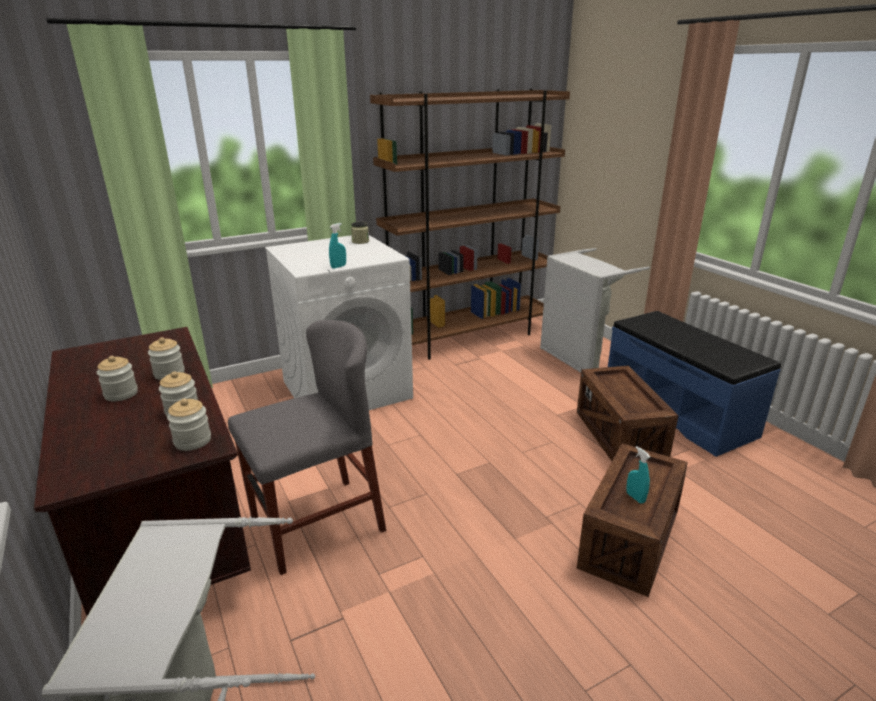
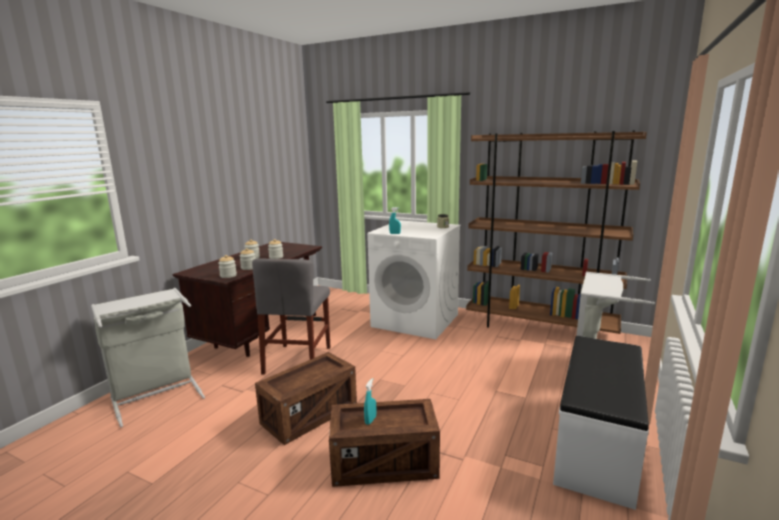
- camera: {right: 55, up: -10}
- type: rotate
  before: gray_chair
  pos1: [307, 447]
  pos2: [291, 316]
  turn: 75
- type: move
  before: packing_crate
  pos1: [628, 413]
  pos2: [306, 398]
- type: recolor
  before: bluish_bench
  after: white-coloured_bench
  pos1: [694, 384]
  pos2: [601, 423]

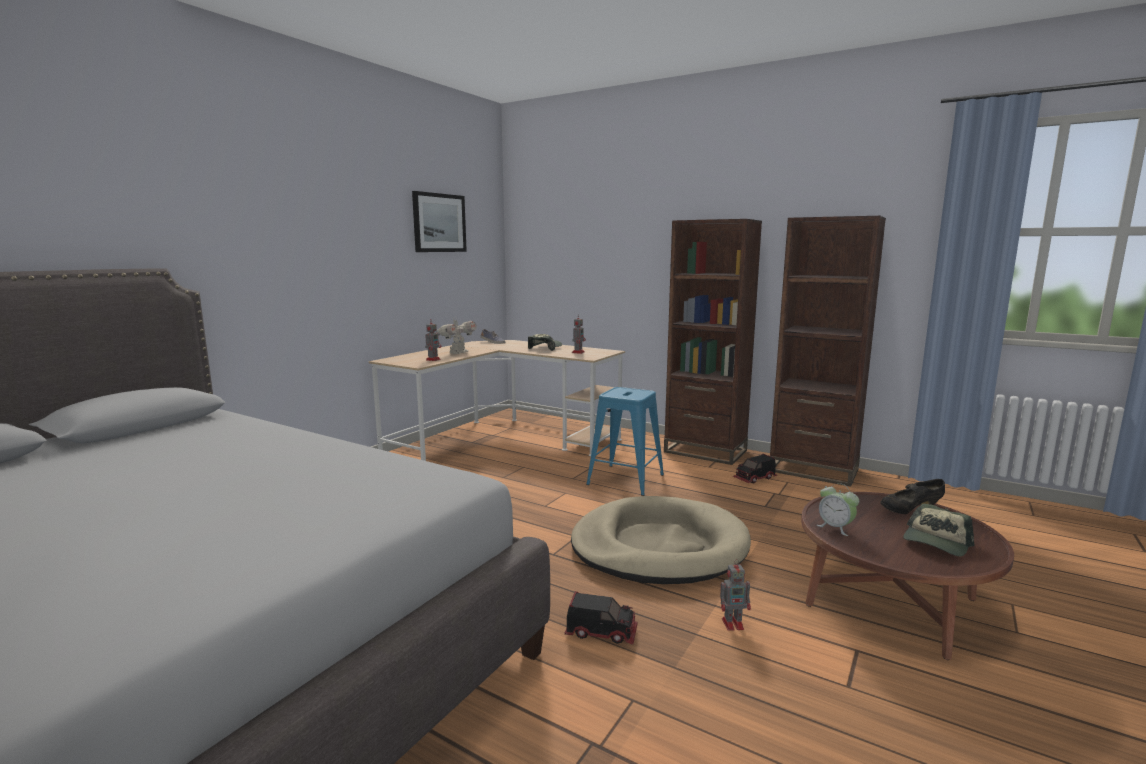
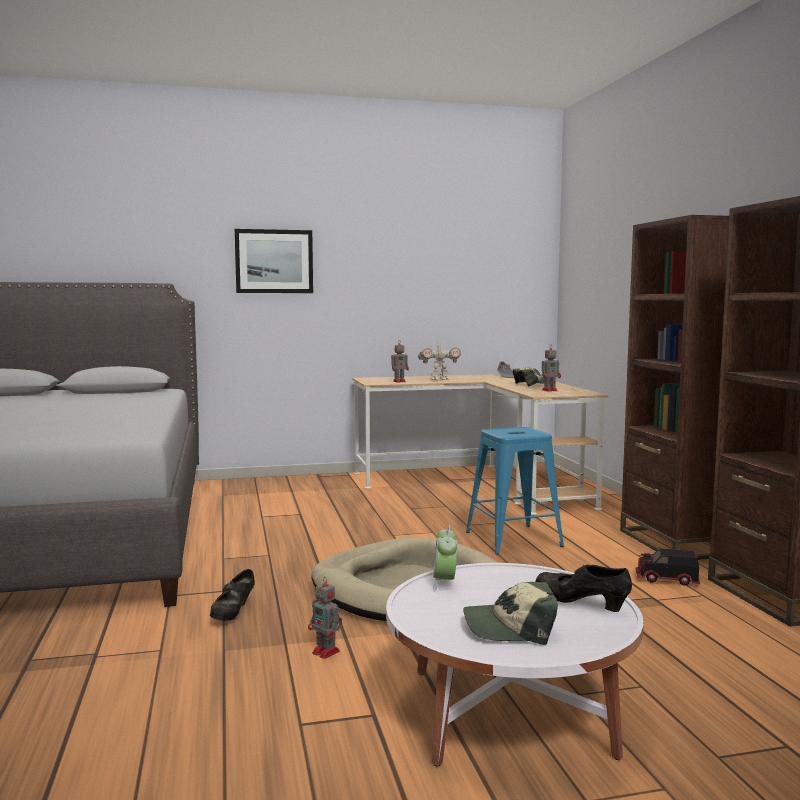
- camera: {right: 45, up: -5}
- type: replace
  before: toy_lorry
  after: black_item_of_footwear
  pos1: [601, 617]
  pos2: [232, 595]
- type: move
  before: picture
  pos1: [439, 221]
  pos2: [274, 261]
- type: recolor
  before: brown-coloured_lounge_table
  after: white-coloured_lounge_table
  pos1: [907, 576]
  pos2: [515, 665]

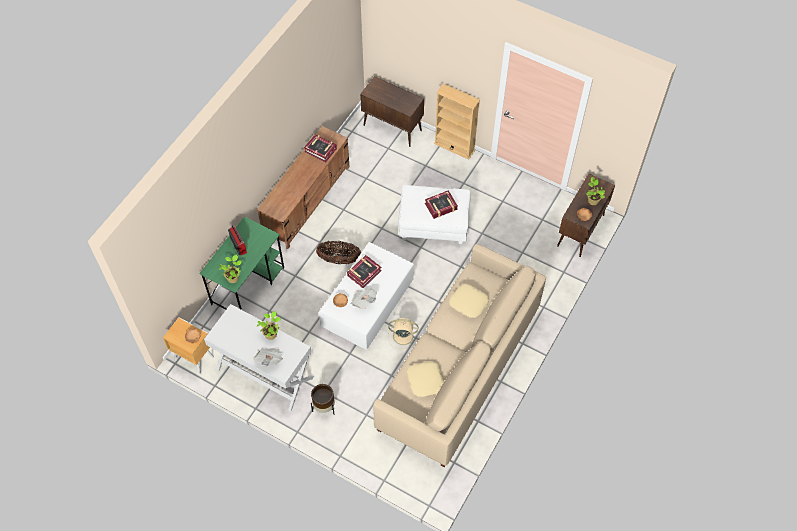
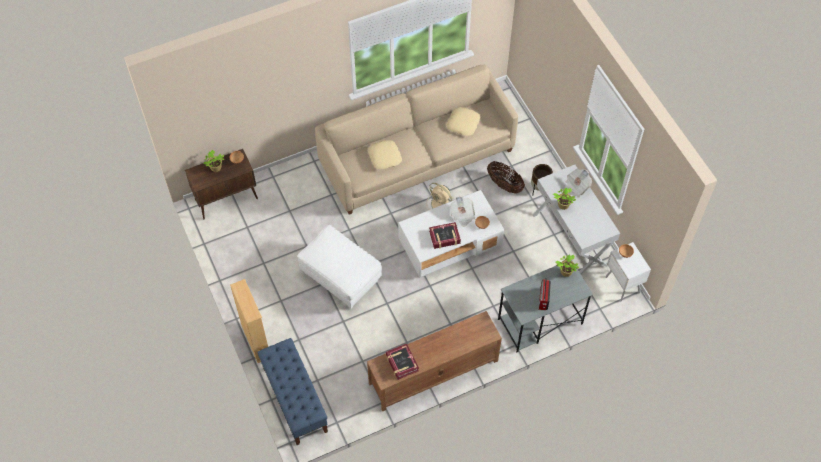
- camera: {right: -145, up: 0}
- type: replace
  before: brown-coloured_cabinet
  after: bluish_bench
  pos1: [392, 111]
  pos2: [292, 391]
- type: move
  before: household_basket
  pos1: [338, 252]
  pos2: [506, 177]
- type: recolor
  before: green-coloured_desk_table
  after: gray_desk_table
  pos1: [241, 263]
  pos2: [545, 306]
- type: recolor
  before: brown-coloured_nightstand
  after: white-coloured_nightstand
  pos1: [188, 346]
  pos2: [628, 272]
- type: delete
  before: bound_book
  pos1: [441, 204]

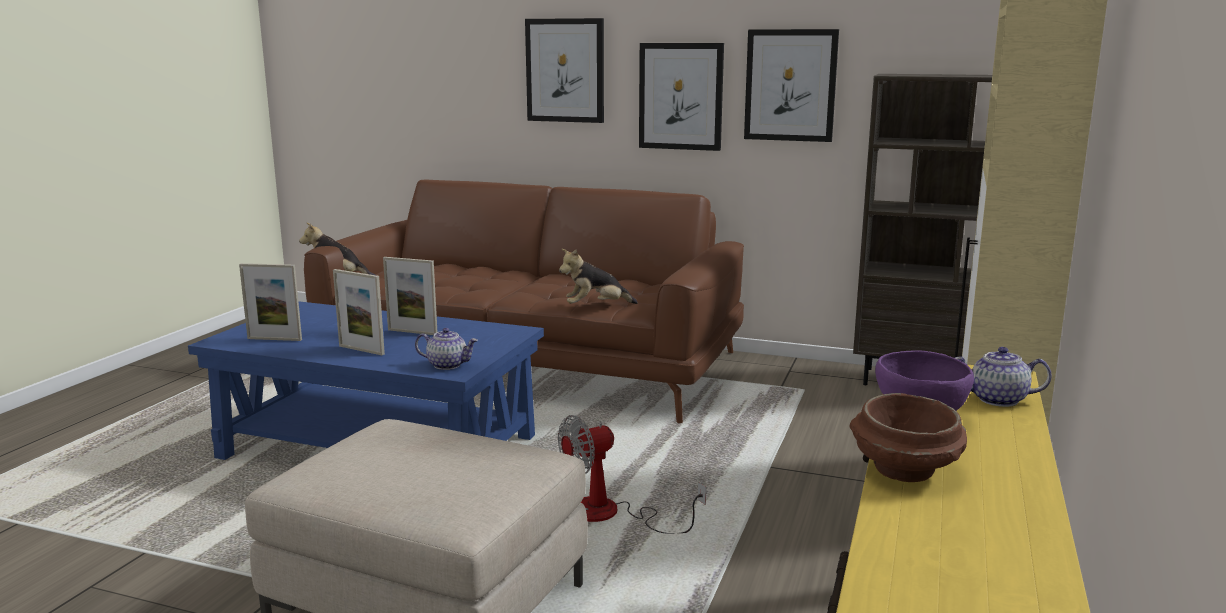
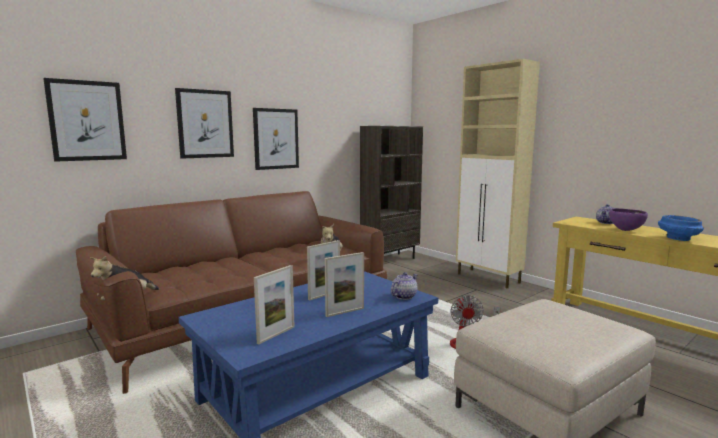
- camera: {right: -60, up: -5}
- type: move
  before: picture
  pos1: [791, 85]
  pos2: [85, 120]
- type: recolor
  before: brown-coloured_serving_bowl
  after: bluish_serving_bowl
  pos1: [908, 437]
  pos2: [681, 228]

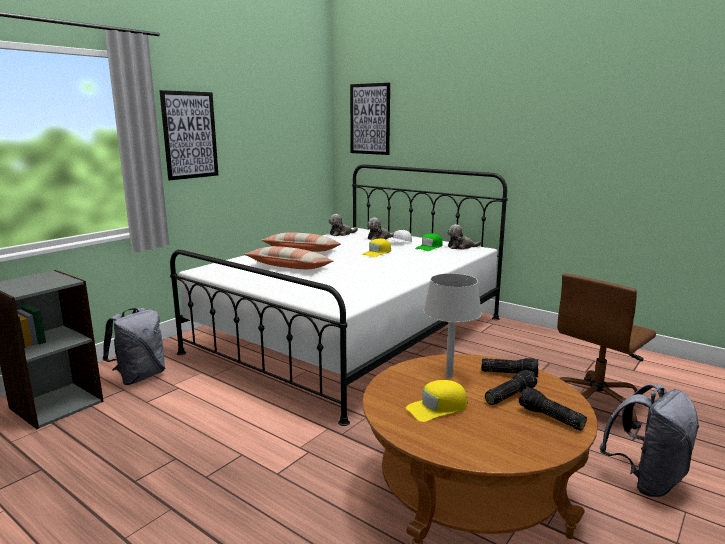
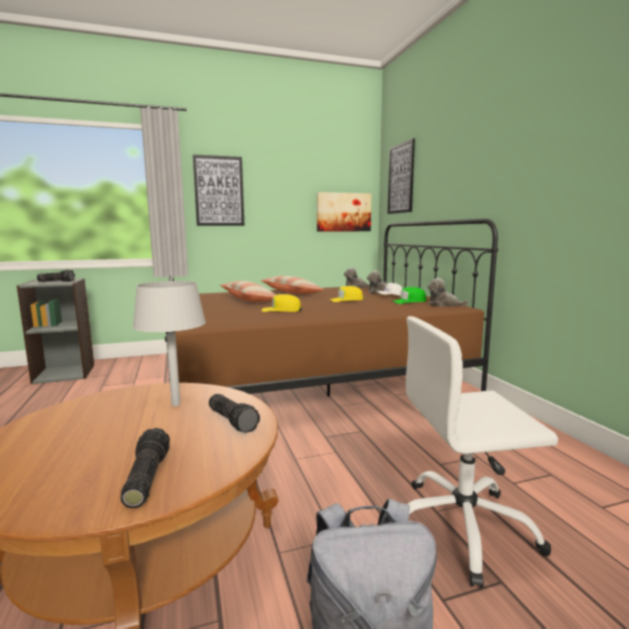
- camera: {right: 35, up: -5}
- type: move
  before: flashlight
  pos1: [511, 387]
  pos2: [56, 276]
- type: recolor
  before: white-coloured_bed
  after: brown-coloured_bed
  pos1: [339, 295]
  pos2: [331, 307]
- type: move
  before: yellow-coloured_peaked_cap
  pos1: [436, 401]
  pos2: [282, 303]
- type: insert
  after: picture
  pos2: [344, 212]
- type: recolor
  before: brown-coloured_desk_chair
  after: white-coloured_desk_chair
  pos1: [606, 351]
  pos2: [482, 452]
- type: delete
  before: gray_rucksack
  pos1: [134, 346]

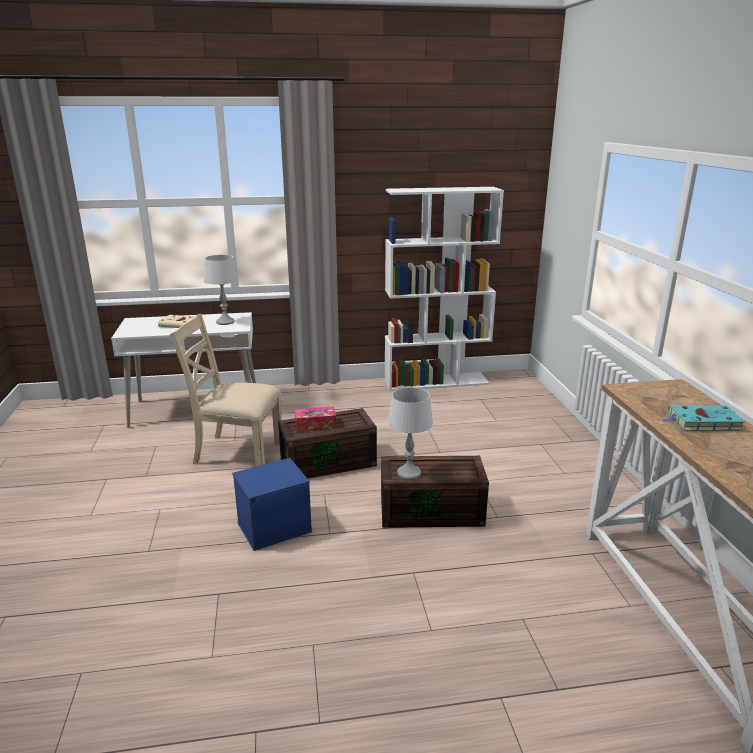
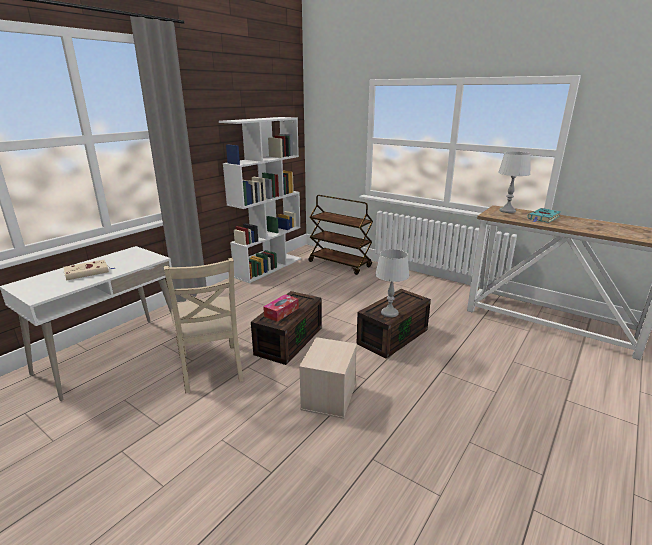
- camera: {right: -45, up: 0}
- type: rotate
  before: sand-coloured_chair
  pos1: [226, 390]
  pos2: [204, 325]
  turn: -75
- type: recolor
  before: bluish_storage_bin
  after: sand-coloured_storage_bin
  pos1: [272, 504]
  pos2: [328, 378]
- type: insert
  after: brown-coloured_trolley
  pos2: [340, 235]
- type: move
  before: gray_lamp_for_a_table
  pos1: [221, 290]
  pos2: [514, 182]

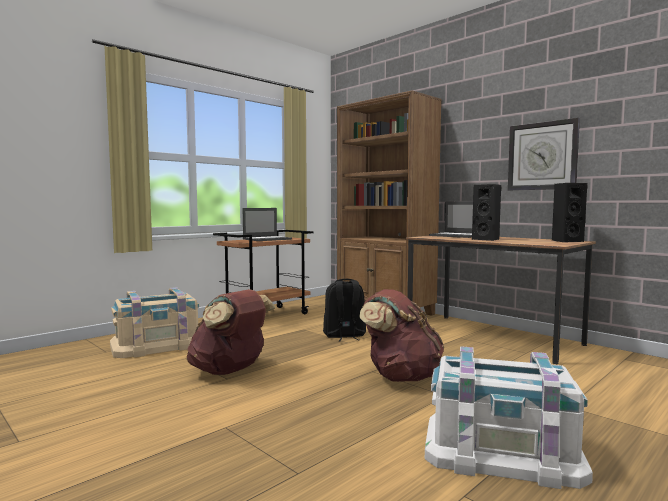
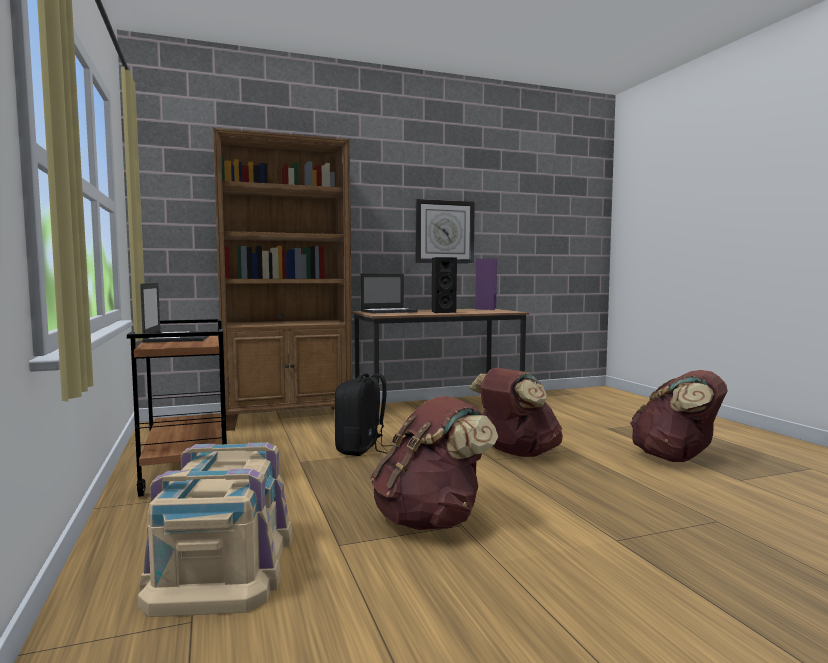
- camera: {right: -65, up: 0}
- type: recolor
  before: black_loudspeaker
  after: purple_loudspeaker
  pos1: [569, 212]
  pos2: [486, 284]
- type: replace
  before: white-coloured_storage_bin
  after: brown-coloured_rucksack
  pos1: [509, 417]
  pos2: [679, 416]

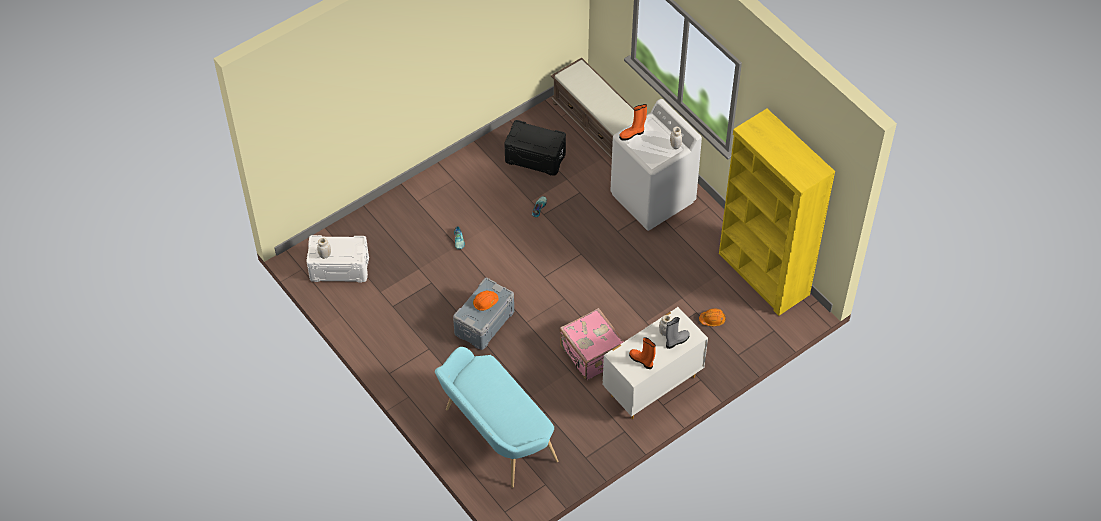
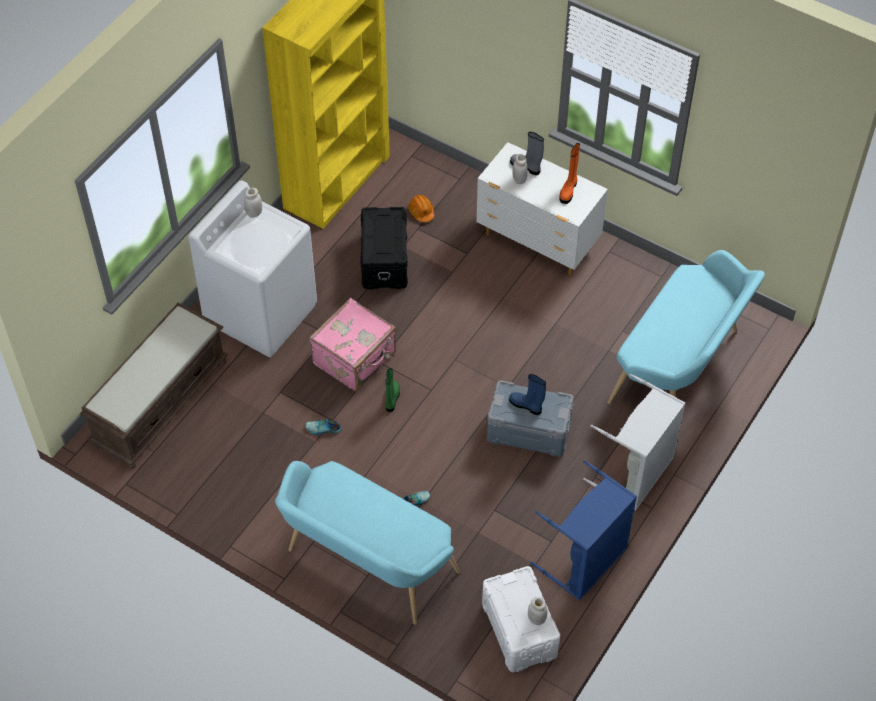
- camera: {right: -110, up: 0}
- type: insert
  after: turquoise-coloured_bench
  pos2: [367, 543]
- type: move
  before: pink-coloured_suitcase
  pos1: [592, 344]
  pos2: [352, 344]
- type: move
  before: black_storage_bin
  pos1: [535, 148]
  pos2: [384, 248]
- type: insert
  after: green-coloured_tall_boot
  pos2: [392, 390]
- type: replace
  before: orange-coloured_hard_hat
  after: bluish_tall_boot
  pos1: [486, 300]
  pos2: [527, 394]
- type: insert
  after: bluish_hamper
  pos2: [583, 530]
- type: insert
  after: gray_hamper
  pos2: [634, 442]
- type: delete
  before: orange-coloured_tall_boot
  pos1: [633, 122]

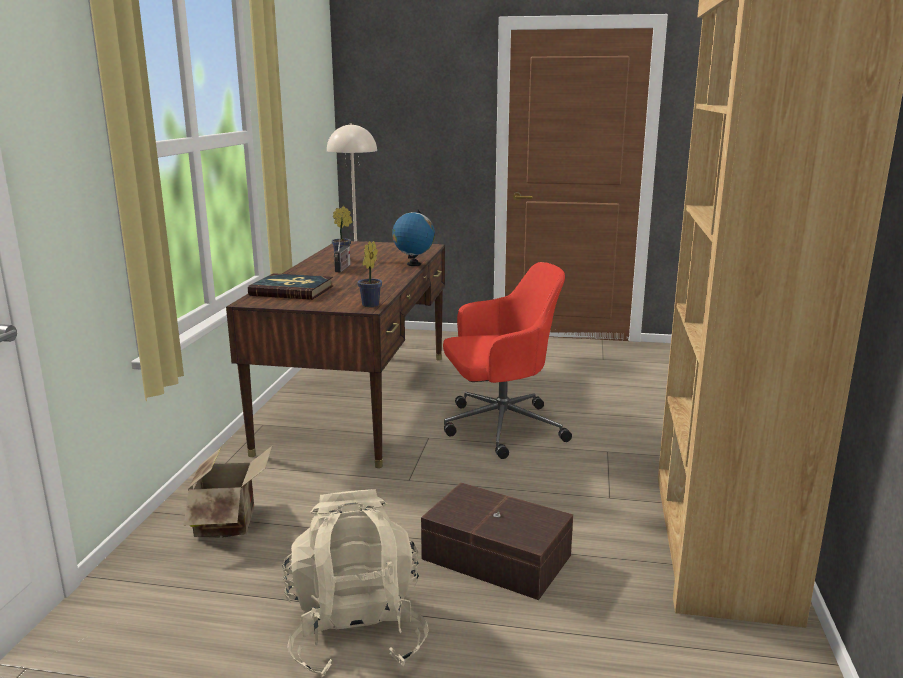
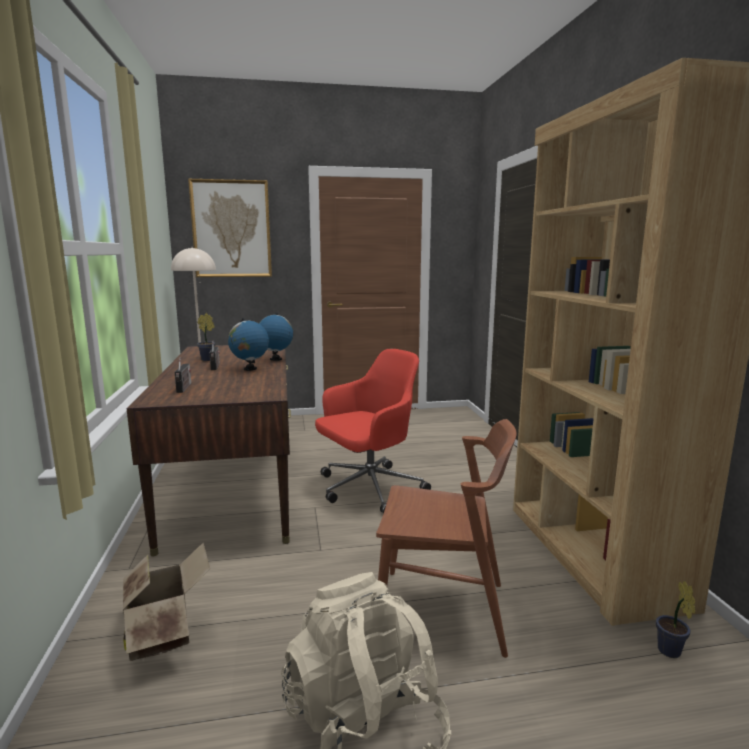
- camera: {right: -20, up: -5}
- type: replace
  before: bound_book
  after: radio_receiver
  pos1: [290, 286]
  pos2: [183, 375]
- type: insert
  after: picture
  pos2: [230, 228]
- type: insert
  after: world_globe
  pos2: [248, 344]
- type: replace
  before: brown-coloured_storage_bin
  after: brown-coloured_chair
  pos1: [497, 541]
  pos2: [446, 538]
- type: move
  before: potted_plant
  pos1: [369, 274]
  pos2: [675, 619]

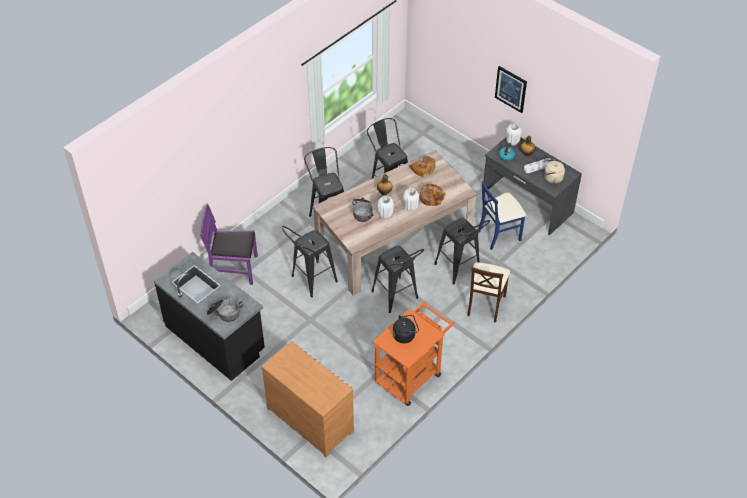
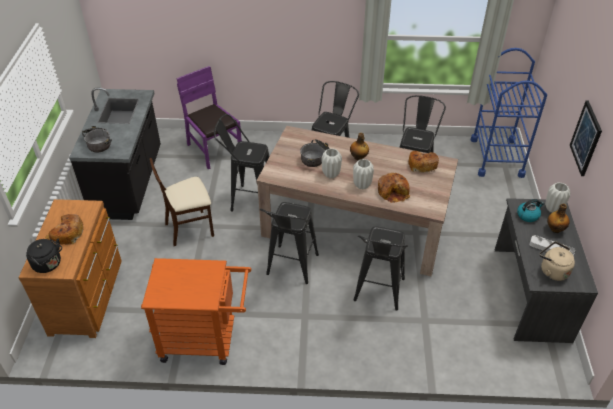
- camera: {right: 50, up: -5}
- type: move
  before: black_kettle
  pos1: [406, 329]
  pos2: [44, 255]
- type: insert
  after: bread
  pos2: [64, 229]
- type: move
  before: sand-coloured_chair
  pos1: [488, 292]
  pos2: [182, 202]
- type: insert
  after: bluish_trolley
  pos2: [509, 113]
- type: delete
  before: bluish_chair
  pos1: [502, 215]

